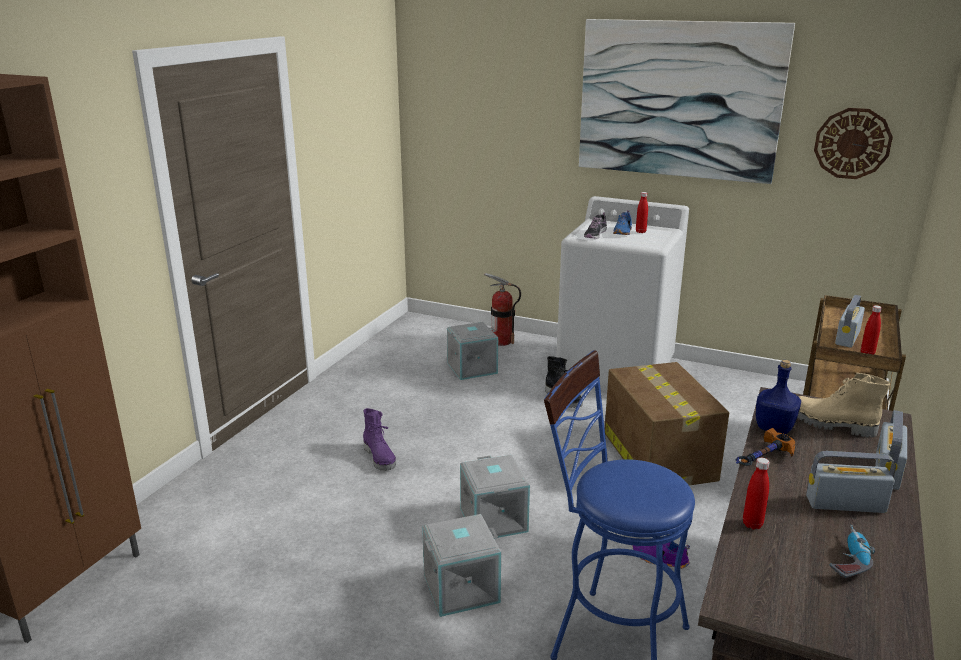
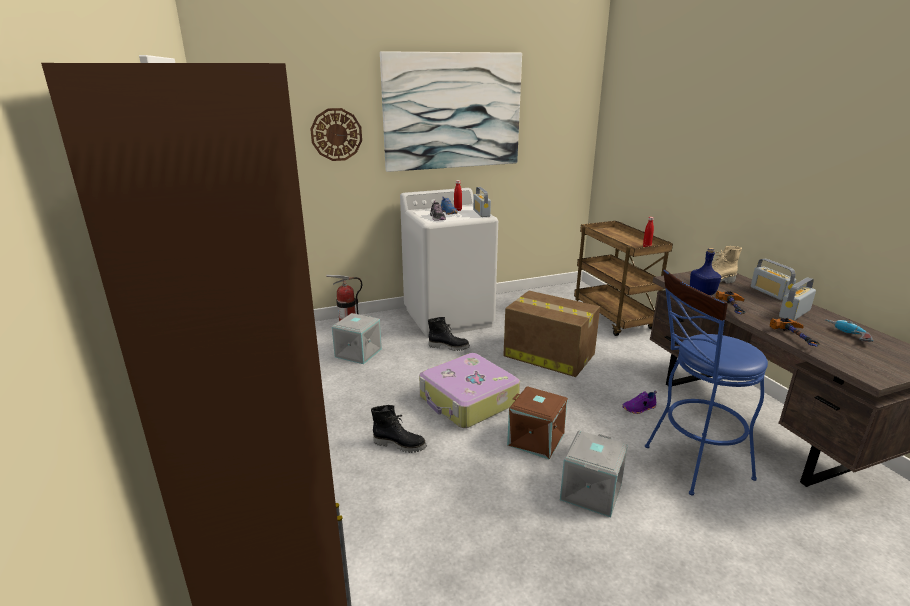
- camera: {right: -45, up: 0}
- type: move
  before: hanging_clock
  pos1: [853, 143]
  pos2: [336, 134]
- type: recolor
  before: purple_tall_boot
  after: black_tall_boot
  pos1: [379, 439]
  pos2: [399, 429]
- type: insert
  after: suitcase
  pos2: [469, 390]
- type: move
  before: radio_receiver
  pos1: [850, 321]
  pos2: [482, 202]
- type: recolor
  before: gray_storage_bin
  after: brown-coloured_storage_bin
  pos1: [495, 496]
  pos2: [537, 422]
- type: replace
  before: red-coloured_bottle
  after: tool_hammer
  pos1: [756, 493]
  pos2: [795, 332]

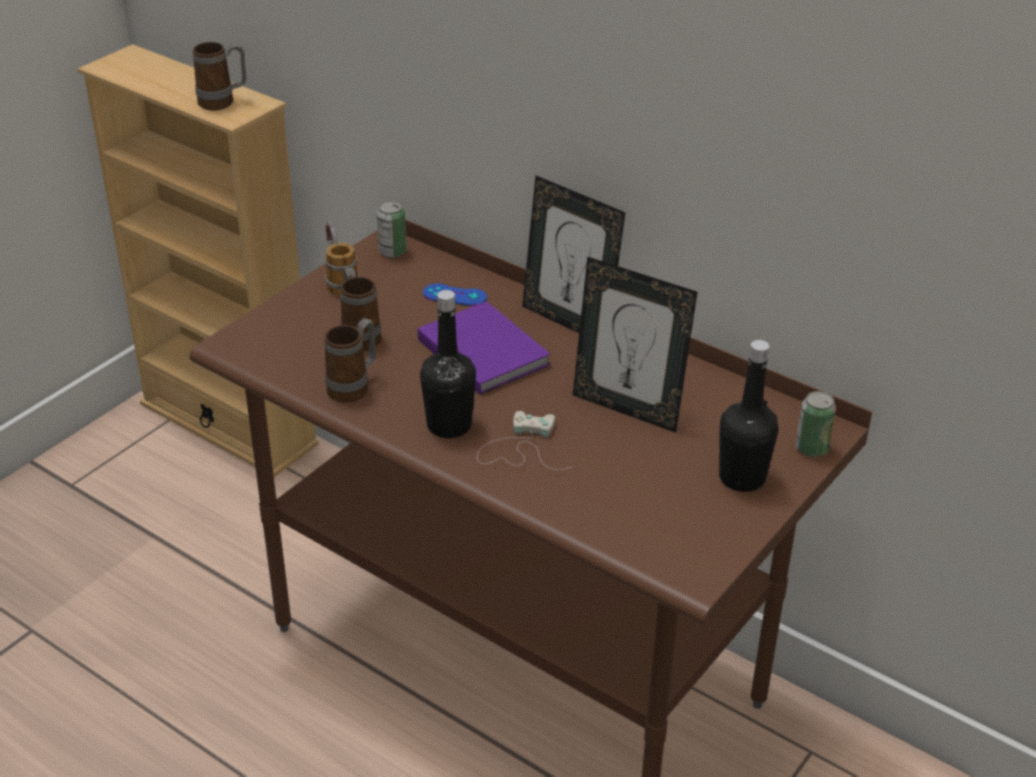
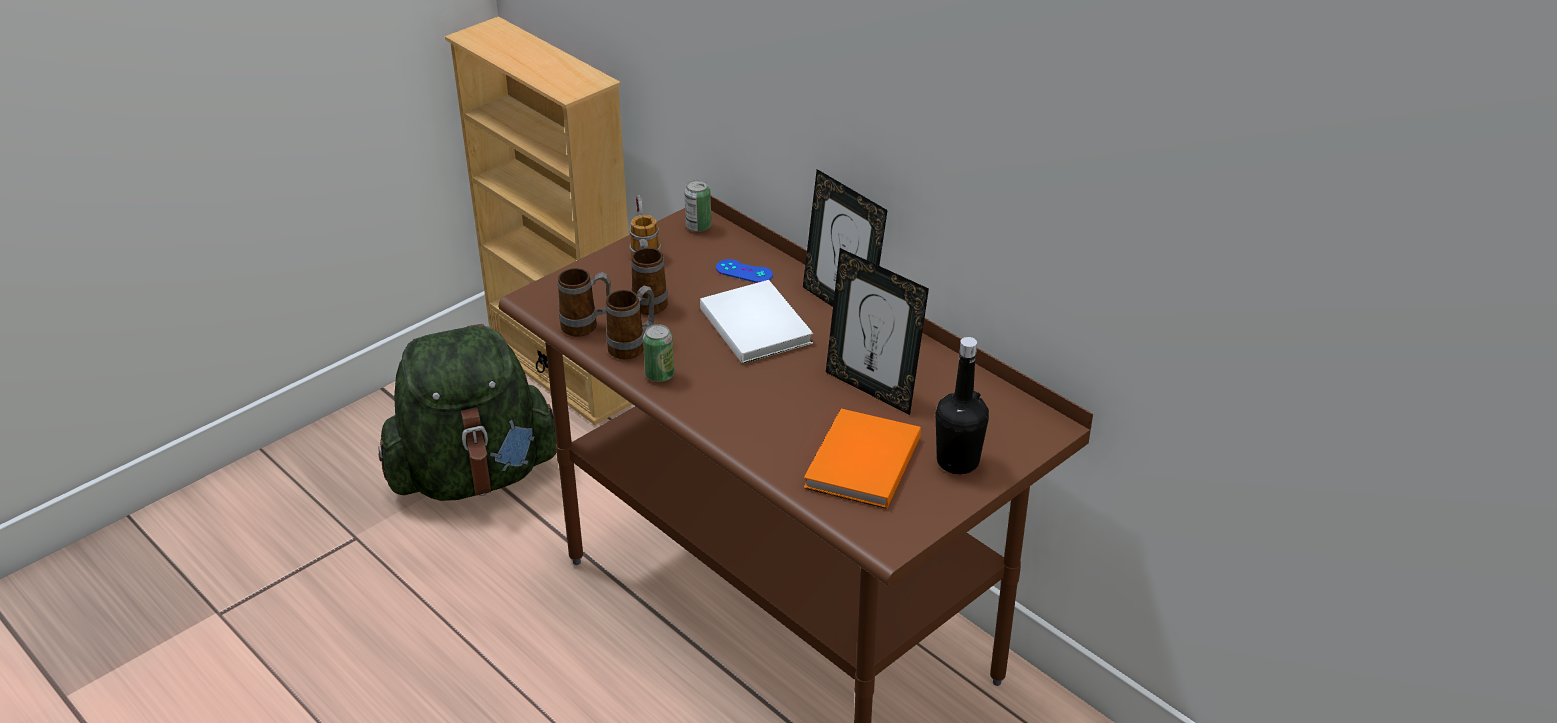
- camera: {right: 10, up: 0}
- type: insert
  after: green-coloured_rucksack
  pos2: [467, 412]
- type: move
  before: tea_mug
  pos1: [219, 76]
  pos2: [584, 302]
- type: move
  before: can
  pos1: [816, 424]
  pos2: [658, 353]
- type: recolor
  before: purple_bound_book
  after: white-coloured_bound_book
  pos1: [484, 348]
  pos2: [756, 322]
- type: insert
  after: orange-coloured_bound_book
  pos2: [862, 459]
- type: delete
  before: black_bottle
  pos1: [448, 364]
- type: delete
  before: white-coloured_game_controller
  pos1: [525, 440]

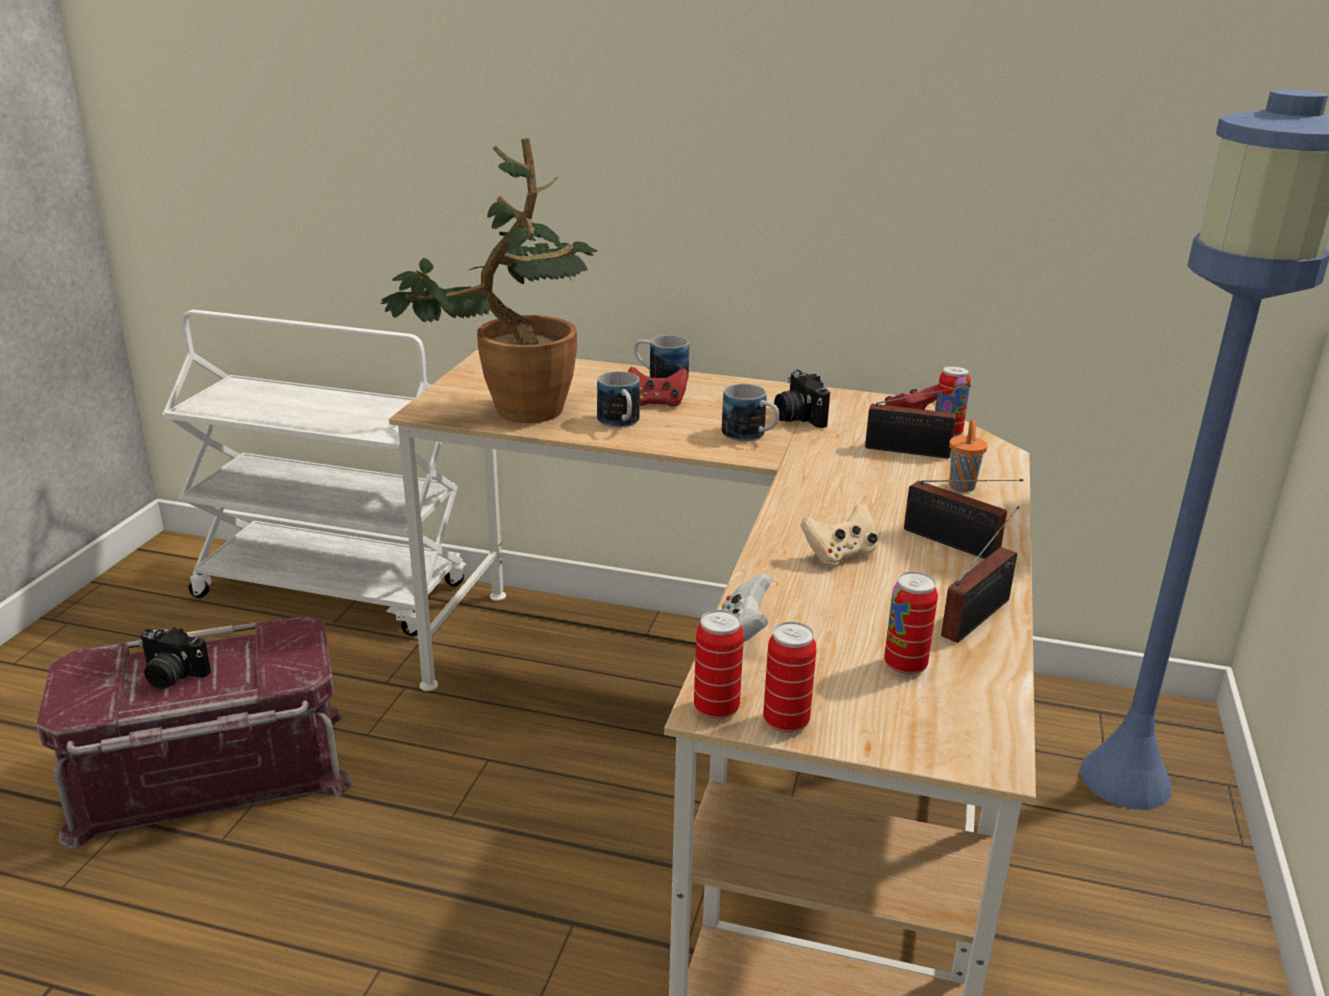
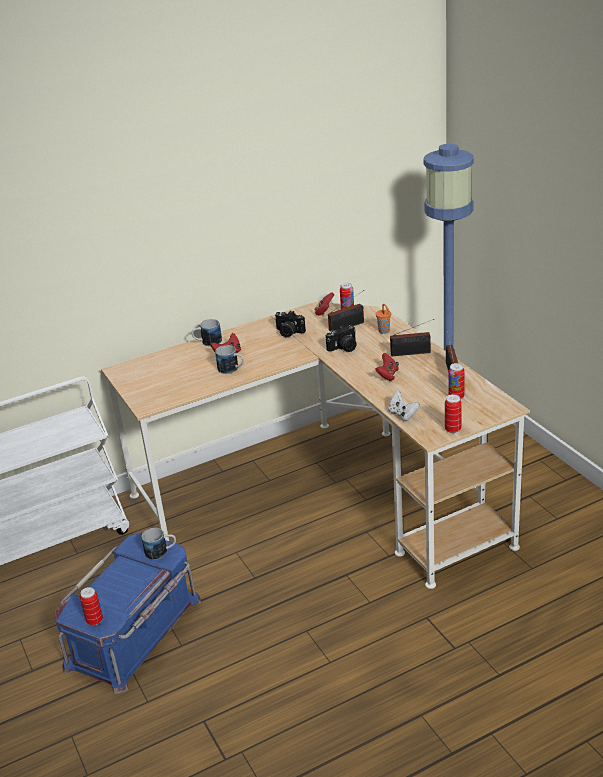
- camera: {right: -40, up: 5}
- type: recolor
  before: red-coloured_storage_bin
  after: bluish_storage_bin
  pos1: [194, 732]
  pos2: [128, 613]
- type: move
  before: can
  pos1: [719, 665]
  pos2: [91, 606]
- type: move
  before: tea_mug
  pos1: [750, 412]
  pos2: [159, 544]
- type: move
  before: still_camera
  pos1: [175, 658]
  pos2: [341, 338]
- type: recolor
  before: sand-coloured_game_controller
  after: red-coloured_game_controller
  pos1: [839, 534]
  pos2: [387, 367]
- type: delete
  before: potted_plant
  pos1: [489, 280]

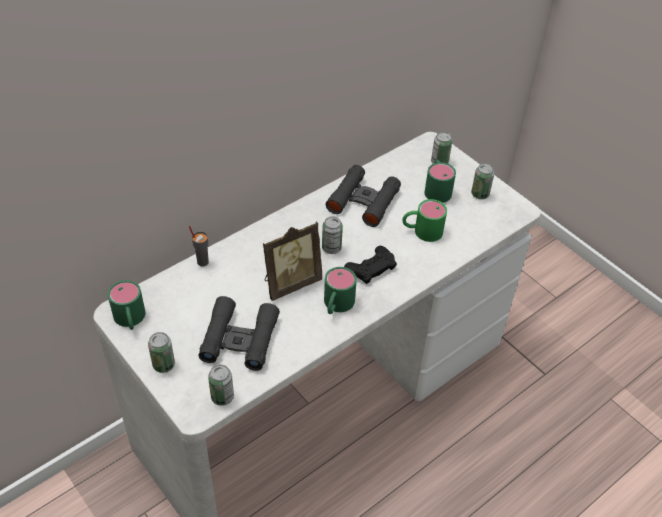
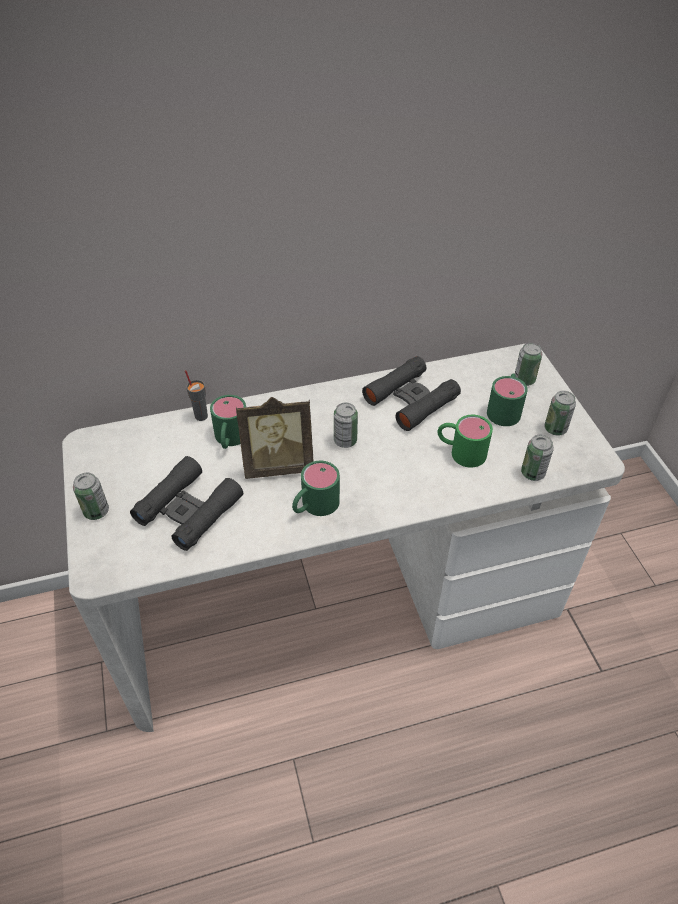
- camera: {right: 25, up: 0}
- type: move
  before: green-coloured_tea_mug
  pos1: [126, 305]
  pos2: [228, 422]
- type: move
  before: can
  pos1: [221, 385]
  pos2: [537, 457]
- type: delete
  before: black_game_controller
  pos1: [370, 265]

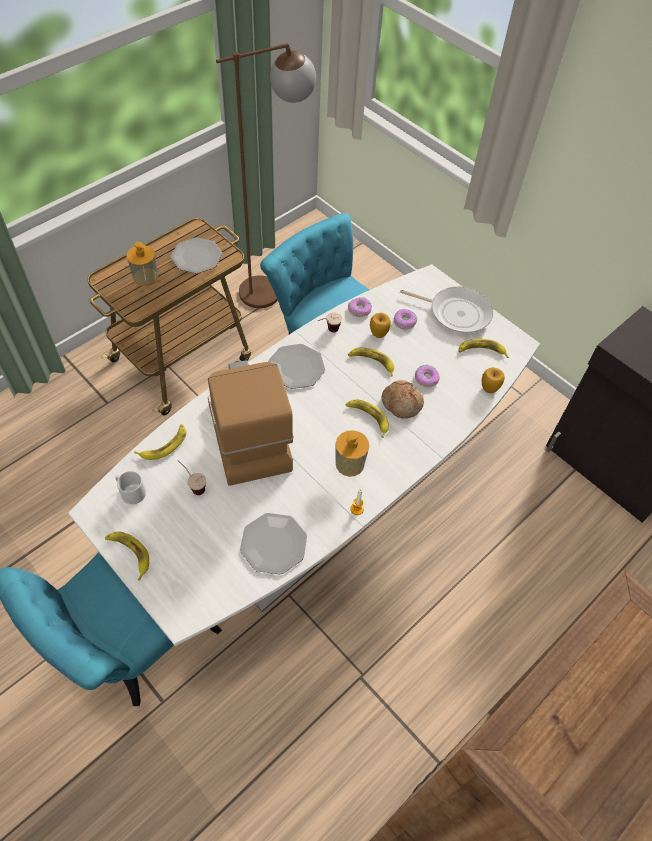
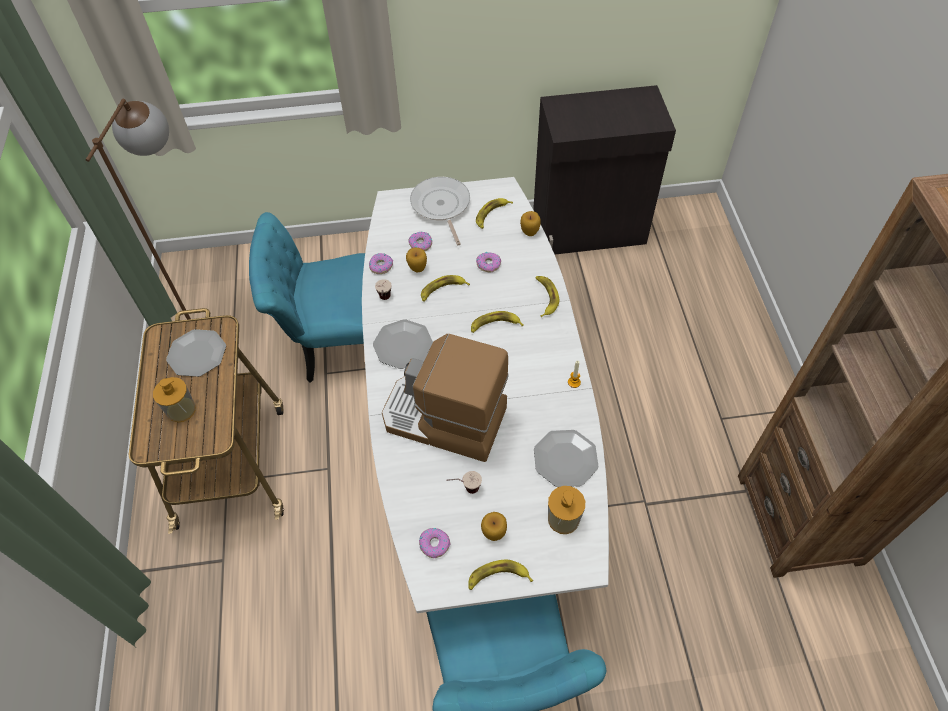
- camera: {right: -50, up: 0}
- type: rotate
  before: frying_pan
  pos1: [446, 309]
  pos2: [440, 211]
  turn: -75
- type: replace
  before: gray_tea_mug
  after: ring_doughnut
  pos1: [131, 487]
  pos2: [435, 543]
- type: insert
  after: apple_fruit
  pos2: [494, 526]
- type: move
  before: banana_fruit
  pos1: [160, 442]
  pos2: [547, 296]
- type: move
  before: liquid_soap_bottle
  pos1: [352, 453]
  pos2: [566, 510]
- type: delete
  before: bread
  pos1: [403, 399]

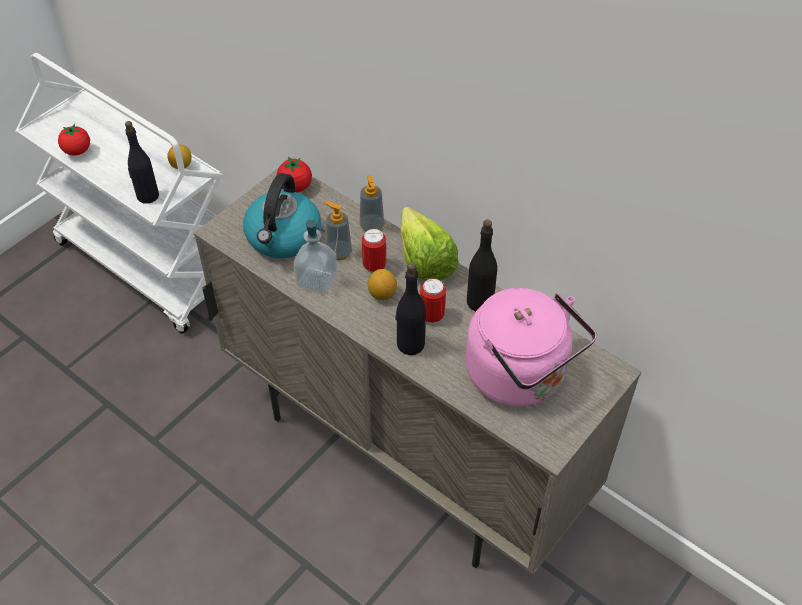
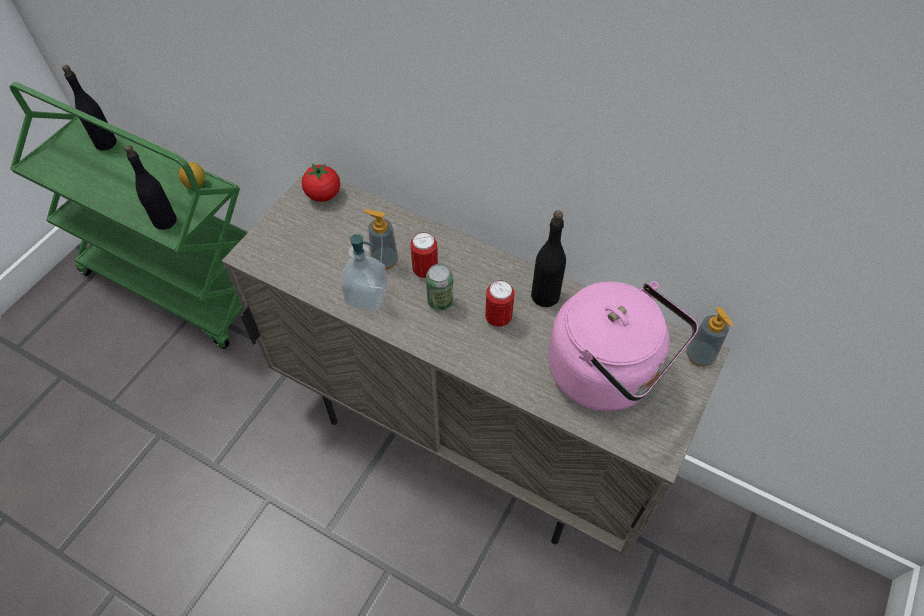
- camera: {right: -10, up: 5}
- type: recolor
  before: white-coloured_trolley
  after: green-coloured_trolley
  pos1: [118, 193]
  pos2: [128, 215]
- type: move
  before: black_bottle
  pos1: [410, 309]
  pos2: [89, 108]
- type: replace
  before: whole_lemon
  after: can
  pos1: [382, 284]
  pos2: [439, 287]
- type: move
  before: liquid_soap_bottle
  pos1: [372, 203]
  pos2: [709, 337]
- type: delete
  before: whole_tomato
  pos1: [74, 140]
- type: delete
  before: kettle
  pos1: [282, 215]
- type: delete
  before: head_of_lettuce
  pos1: [430, 244]

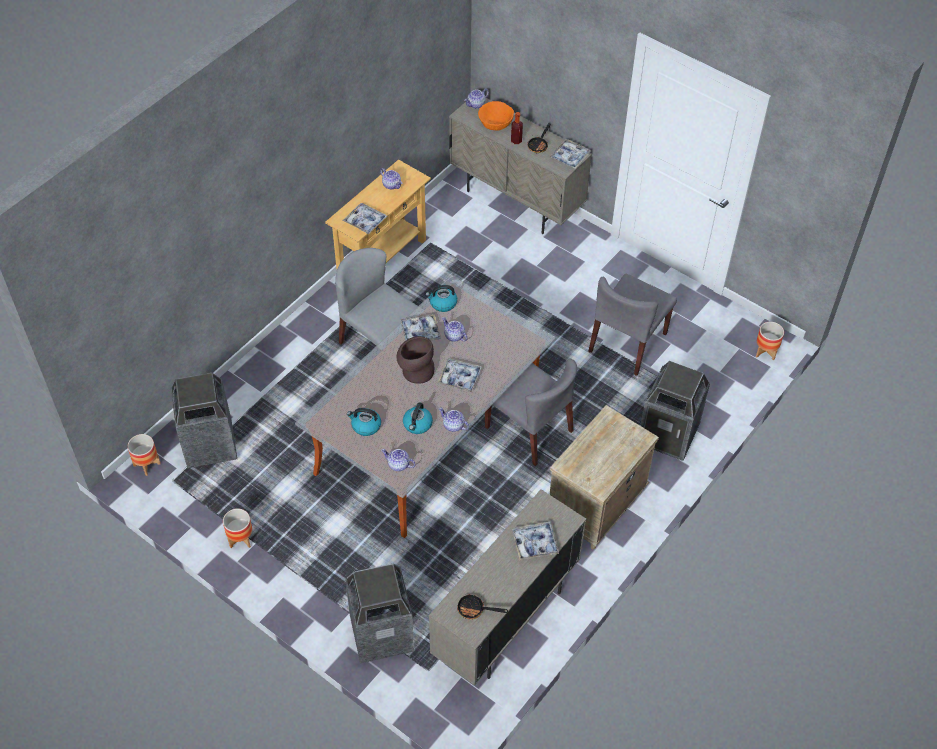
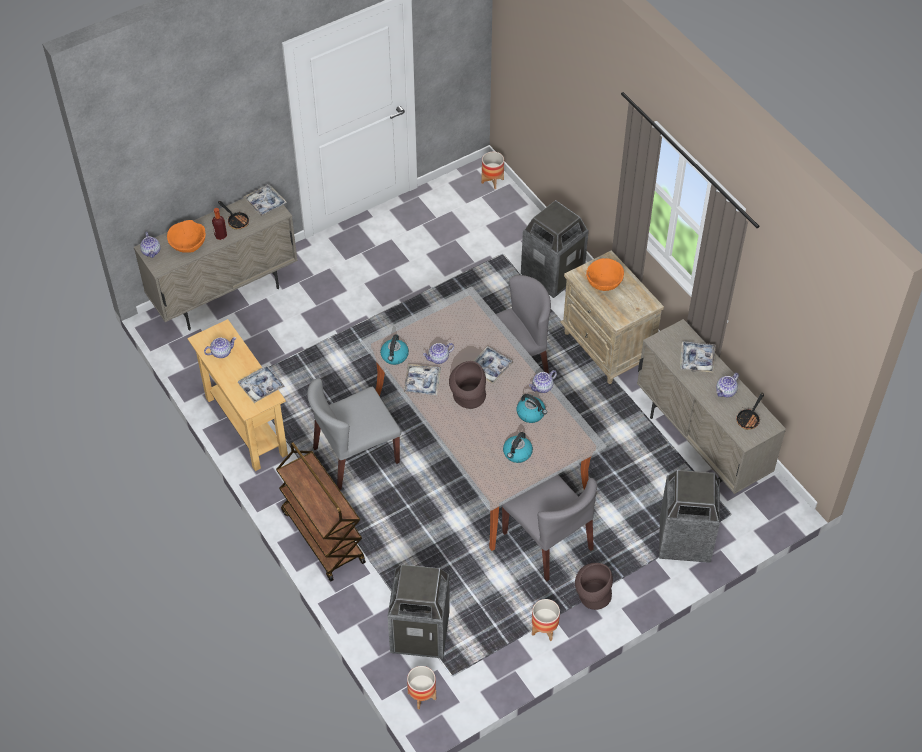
- camera: {right: -70, up: 0}
- type: insert
  after: brown-coloured_trolley
  pos2: [321, 511]
- type: move
  before: gray_chair
  pos1: [632, 325]
  pos2: [549, 528]
- type: insert
  after: brown-coloured_flower_vase
  pos2: [594, 586]
- type: insert
  after: orange-coloured_serving_bowl
  pos2: [605, 274]
- type: move
  before: teapot
  pos1: [398, 460]
  pos2: [727, 385]

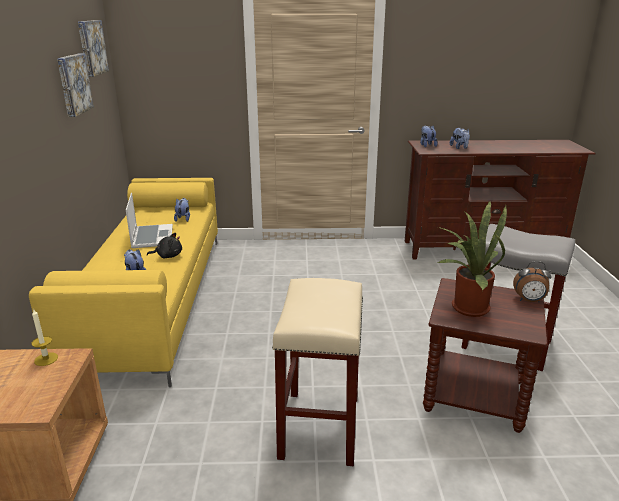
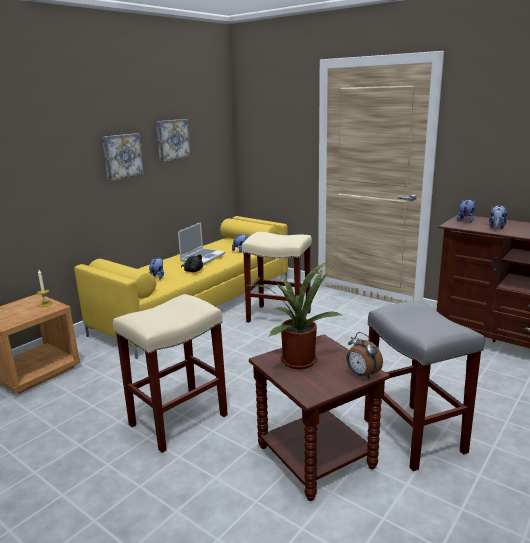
- camera: {right: 40, up: -5}
- type: move
  before: picture
  pos1: [93, 48]
  pos2: [123, 157]
- type: insert
  after: sand-coloured_stool_seat
  pos2: [277, 277]

